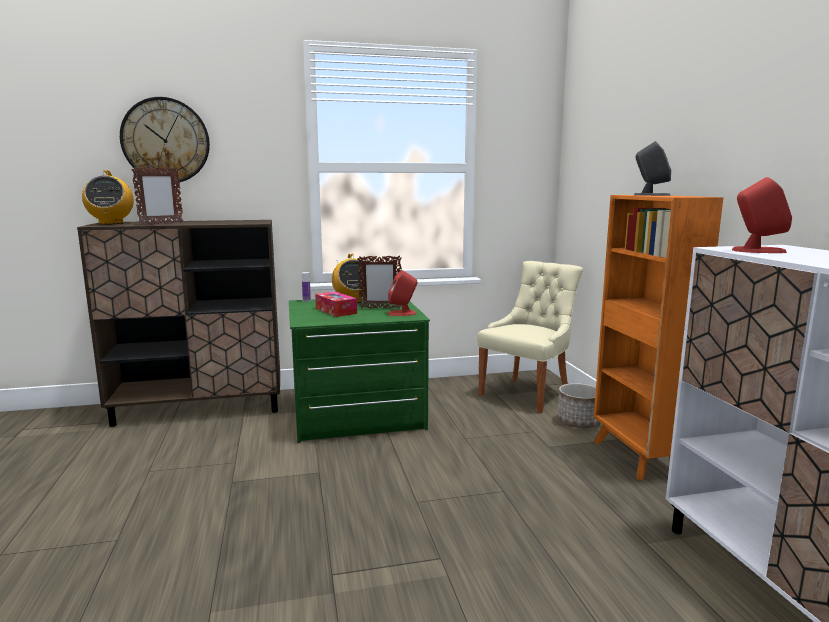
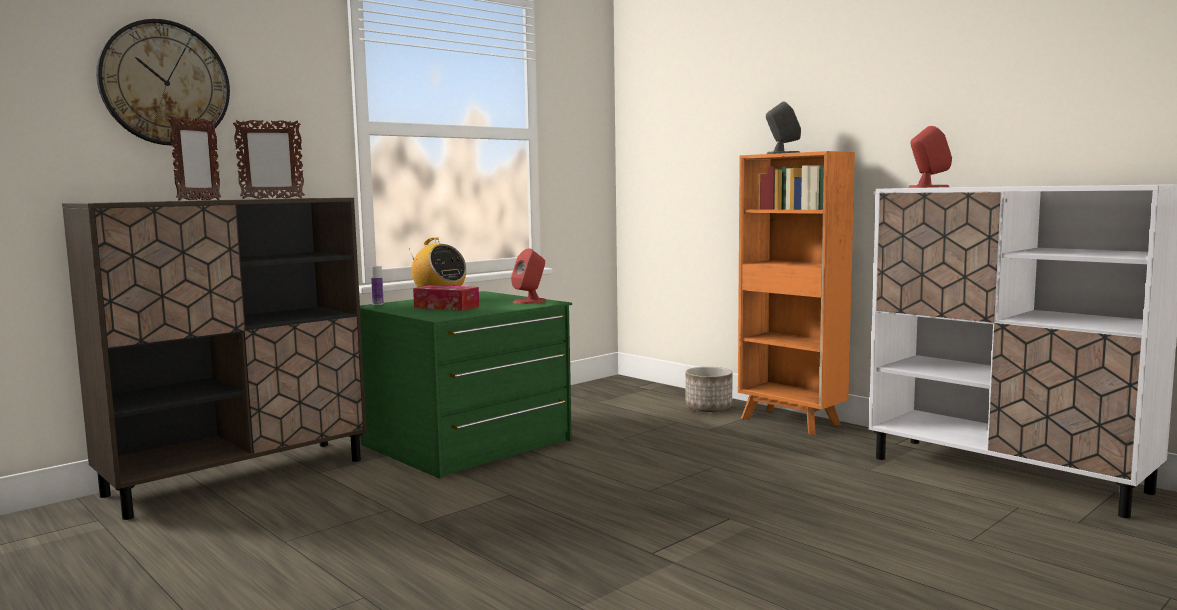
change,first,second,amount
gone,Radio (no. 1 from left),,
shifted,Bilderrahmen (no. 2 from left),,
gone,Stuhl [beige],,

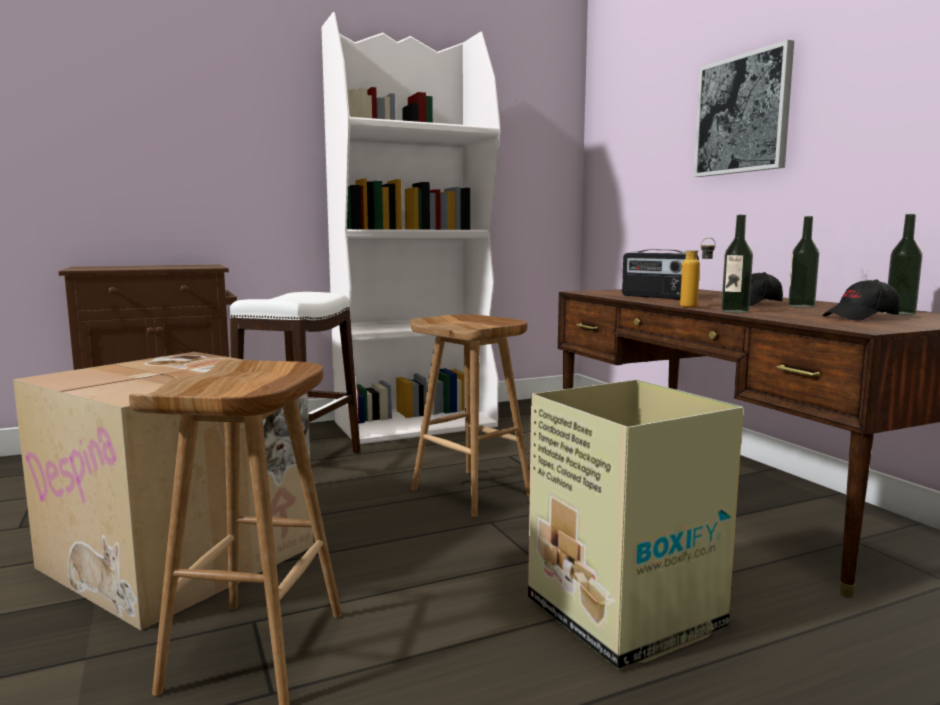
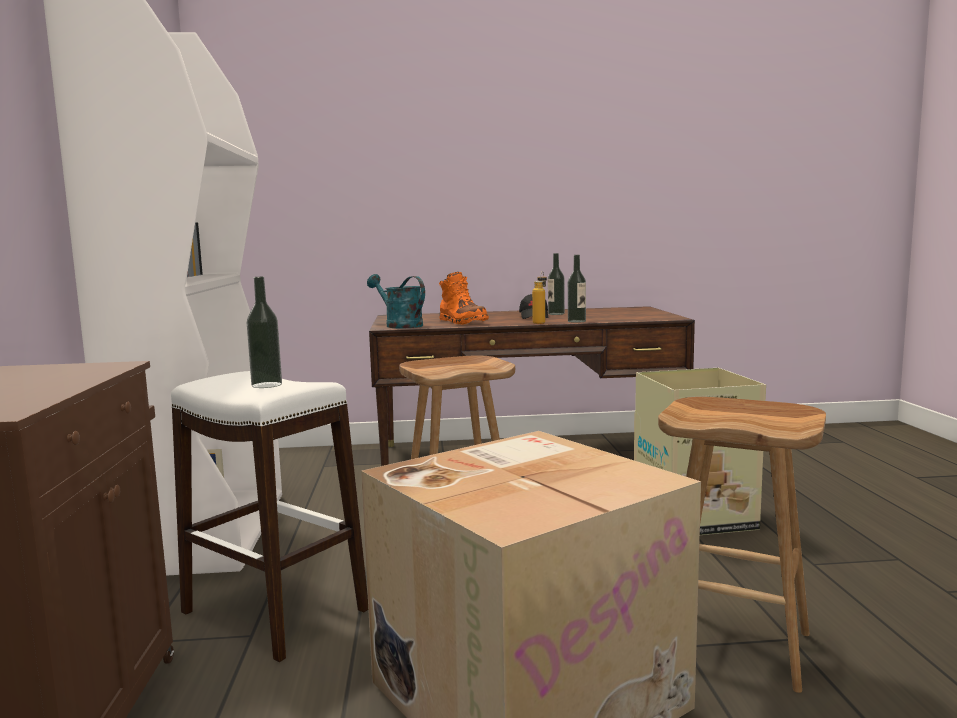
change,first,second,amount
swapped,Radio,Stiefel [orange],
gone,Bild,,
gone,Kappe [schwarz] (no. 2 from left),,
shifted,Flasche (no. 4 from left in the first image),Flasche (no. 1 from left),
new,,Gießkanne [türkis],

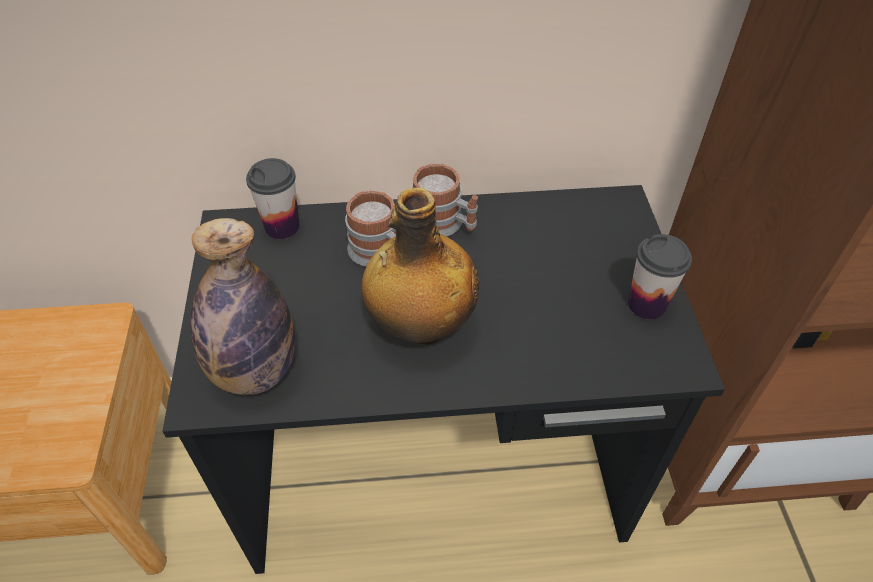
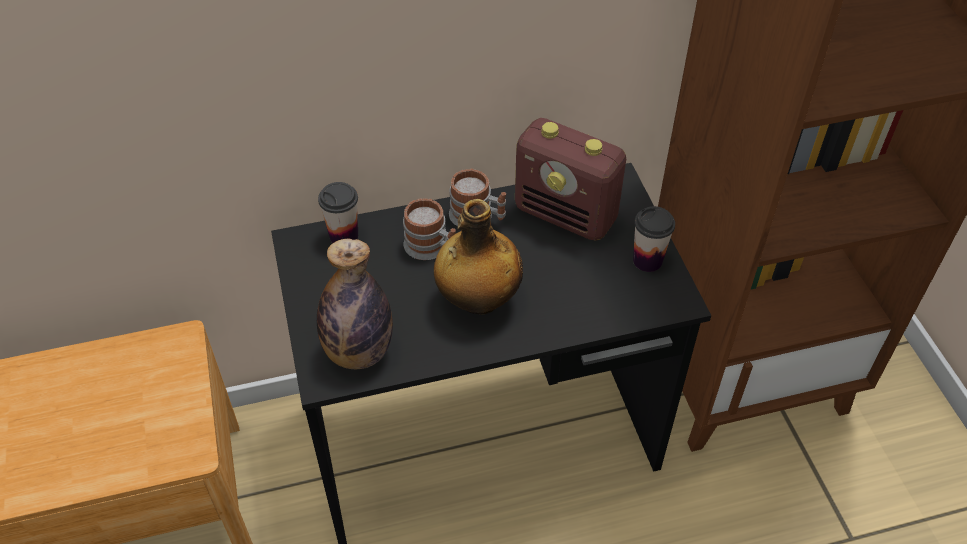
change,first,second,amount
new,,Radio,

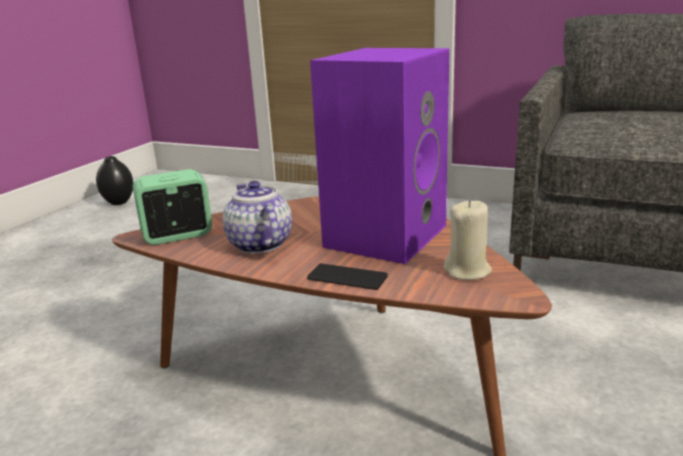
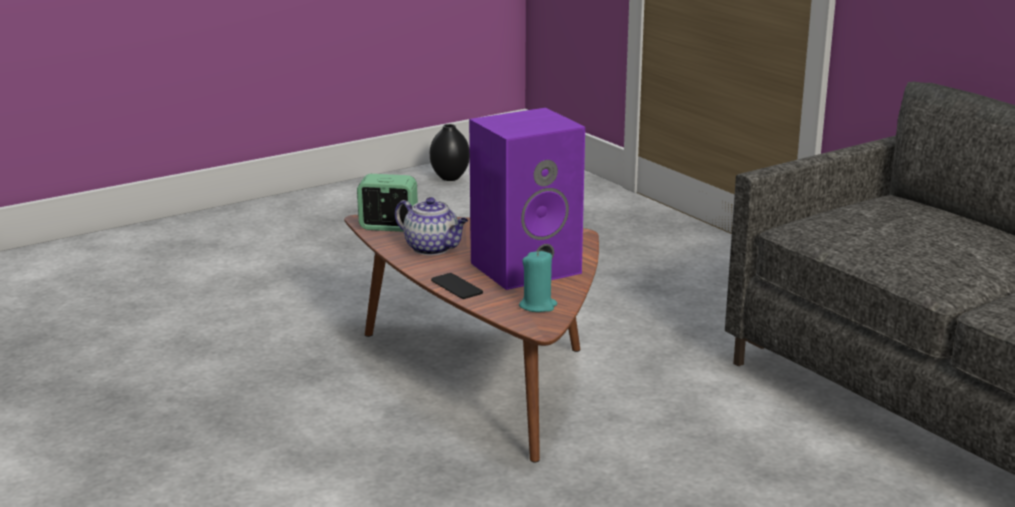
change,first,second,amount
rotated,Teekanne,,120 degrees clockwise
repainted,Kerze [beige],Kerze [türkis],

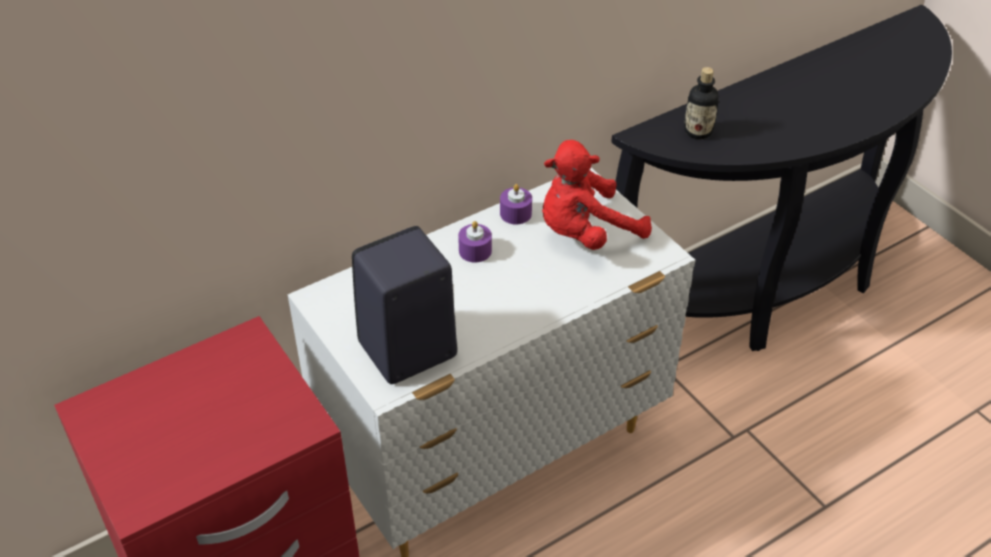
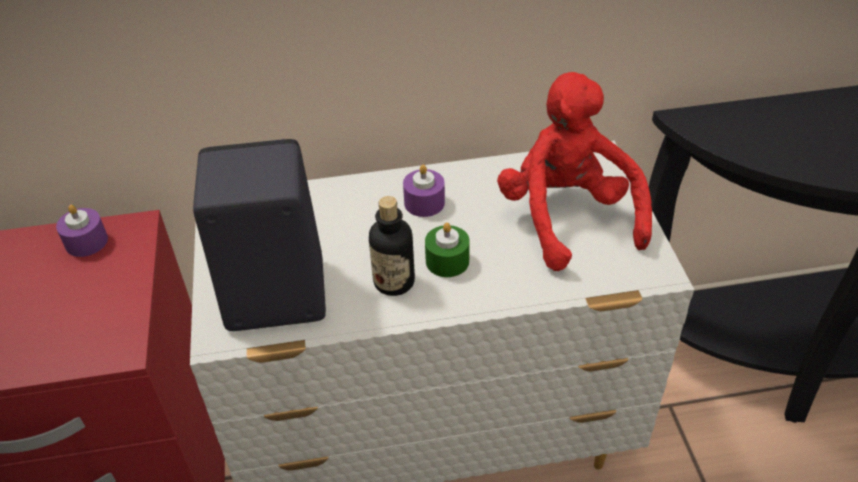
change,first,second,amount
shifted,Kerze [lila] (no. 2 from left in the first image),Kerze [lila] (no. 1 from left),
rotated,Plüschtier [rot],,75 degrees clockwise
shifted,Flasche,,
new,,Kerze [grün],

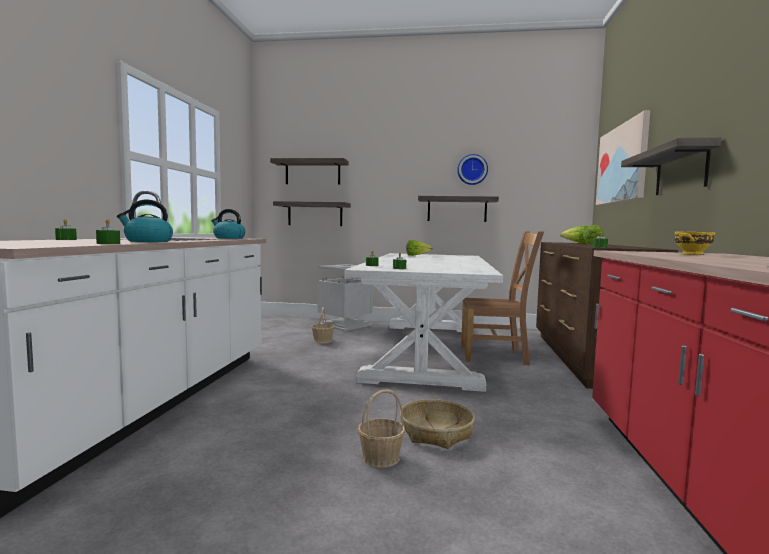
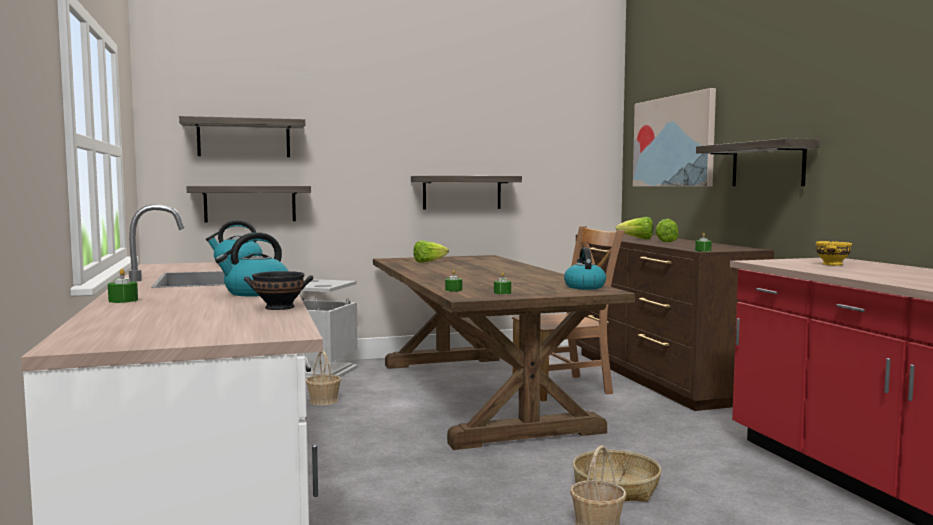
change,first,second,amount
swapped,Kerze [grün] (no. 2 from left),Schüssel [schwarz],
repainted,Esstisch [weiß],Esstisch [braun],
gone,Wanduhr,,
new,,Wasserkessel (no. 3 from left),

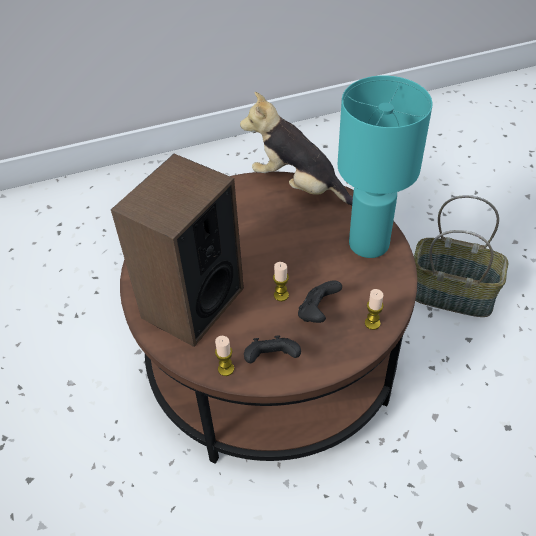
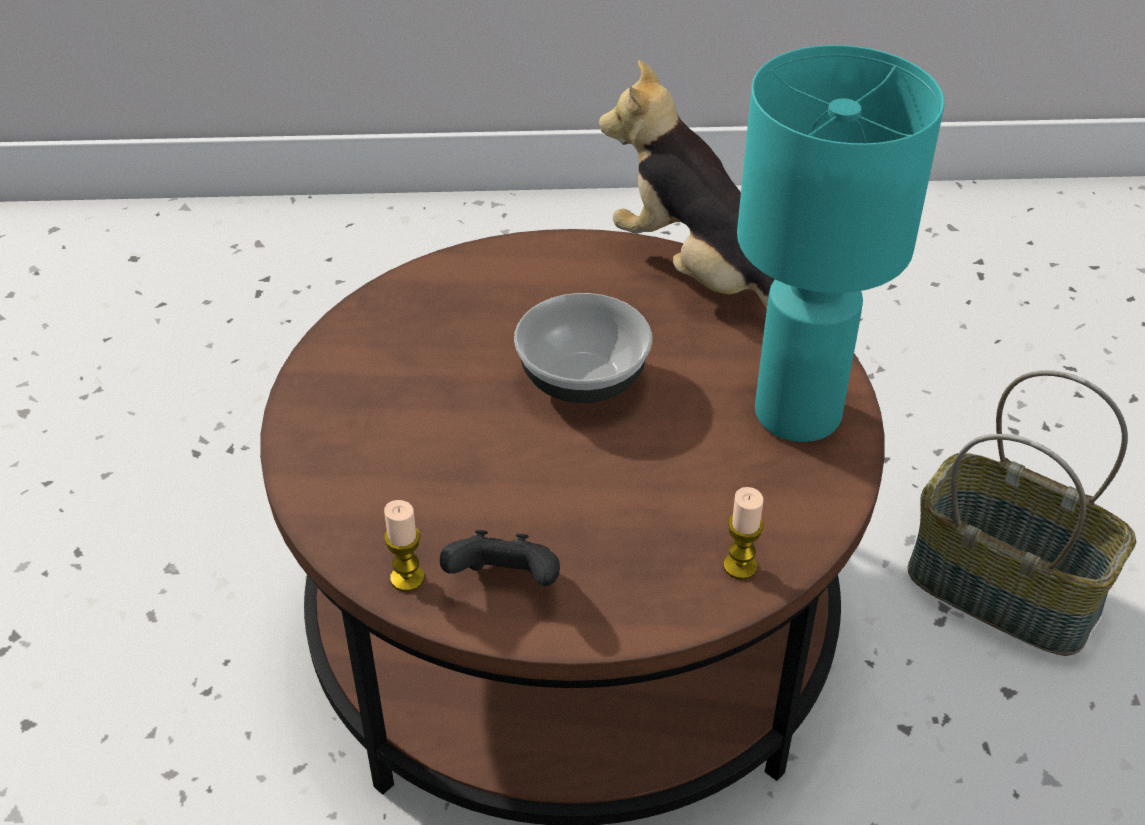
change,first,second,amount
gone,Lautsprecher,,
gone,Kerze (no. 2 from left),,
gone,Gamepad [schwarz] (no. 2 from left),,
new,,Schüssel,

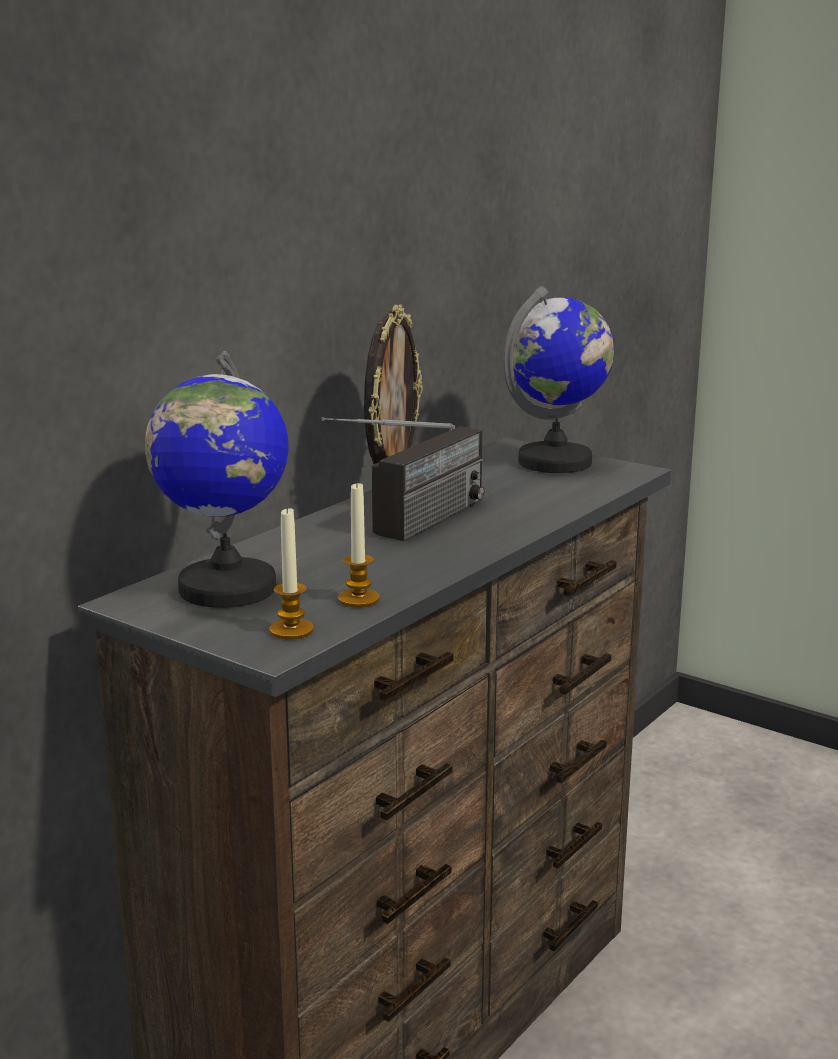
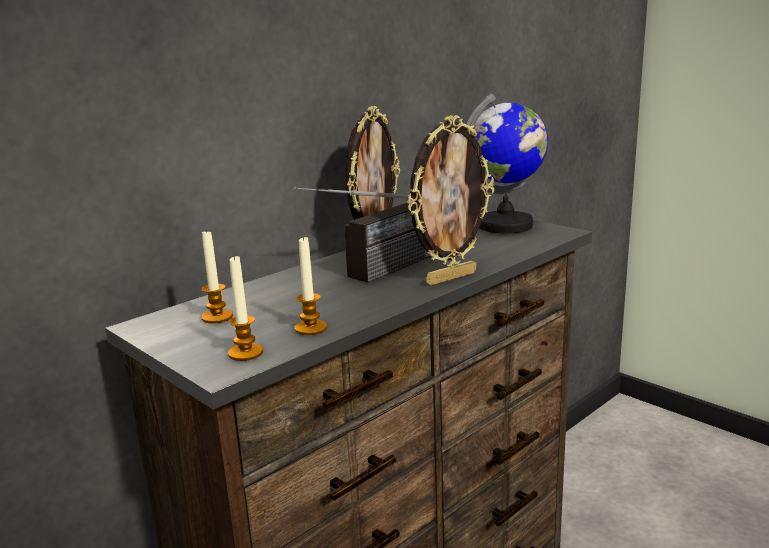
change,first,second,amount
swapped,Globus (no. 1 from left),Kerze (no. 1 from left),
new,,Bilderrahmen (no. 2 from left),

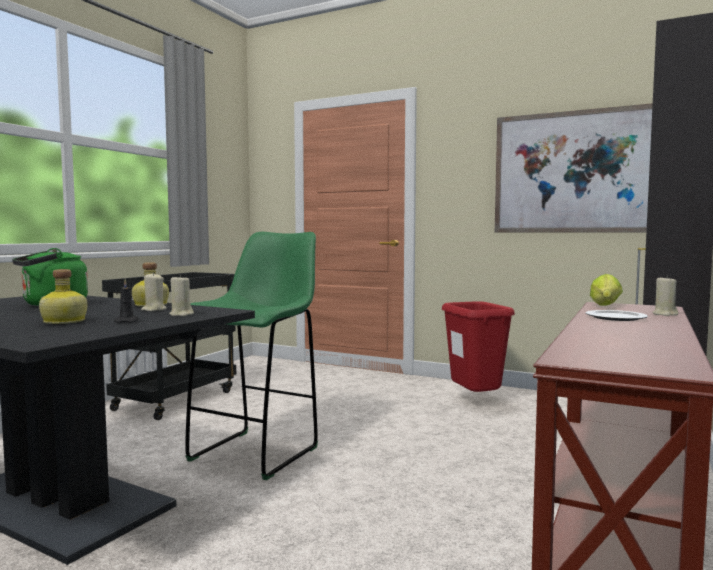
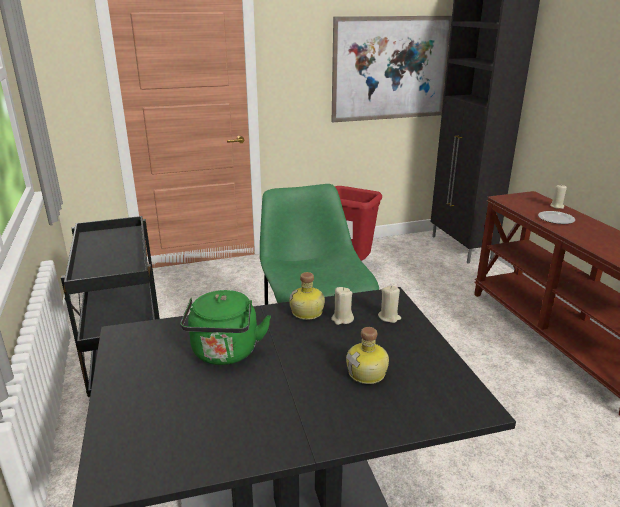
change,first,second,amount
gone,Kerze [schwarz],,
gone,Salatkopf,,

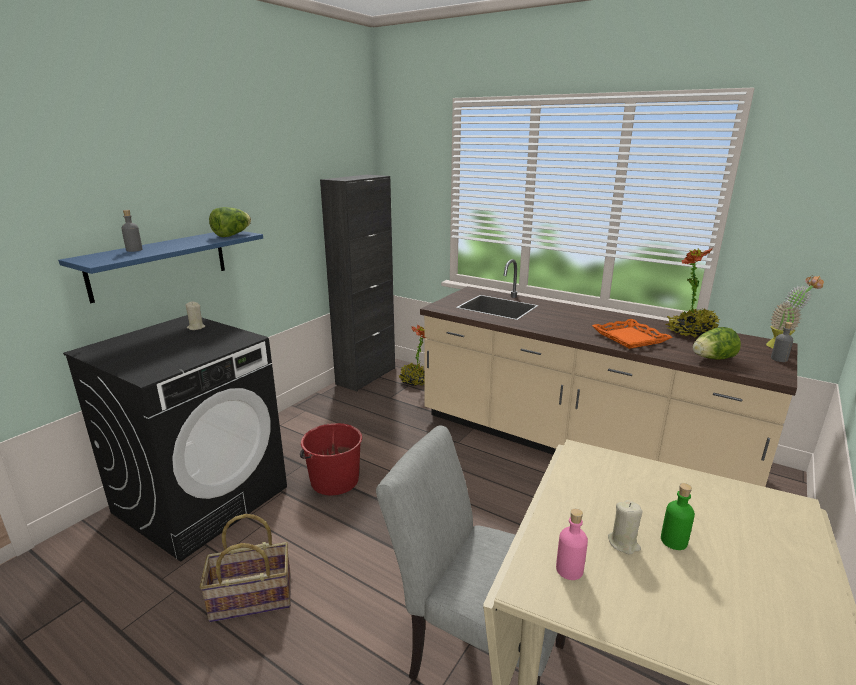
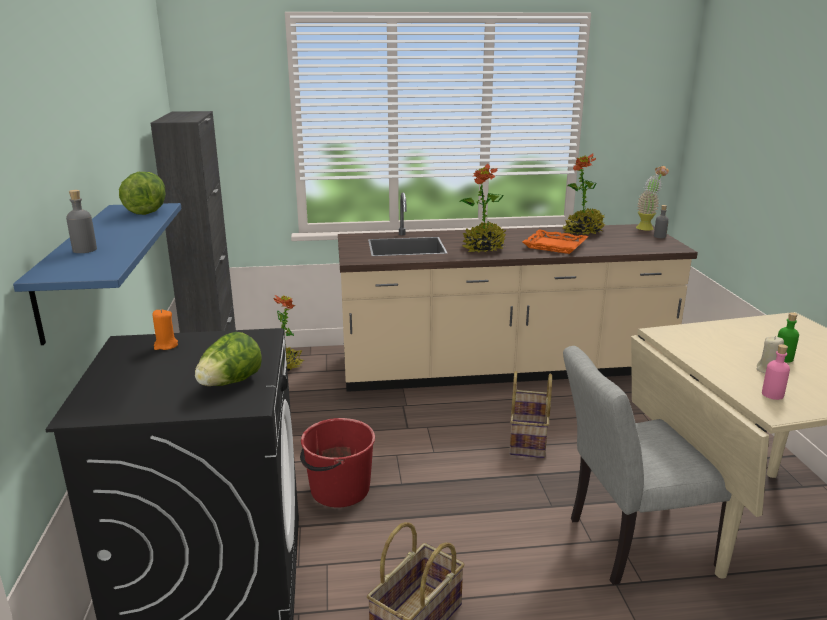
change,first,second,amount
repainted,Kerze [beige] (no. 1 from left),Kerze [orange],
shifted,Salatkopf (no. 2 from left),,
new,,Topfpflanze (no. 2 from left),
new,,Korb (no. 2 from left),

